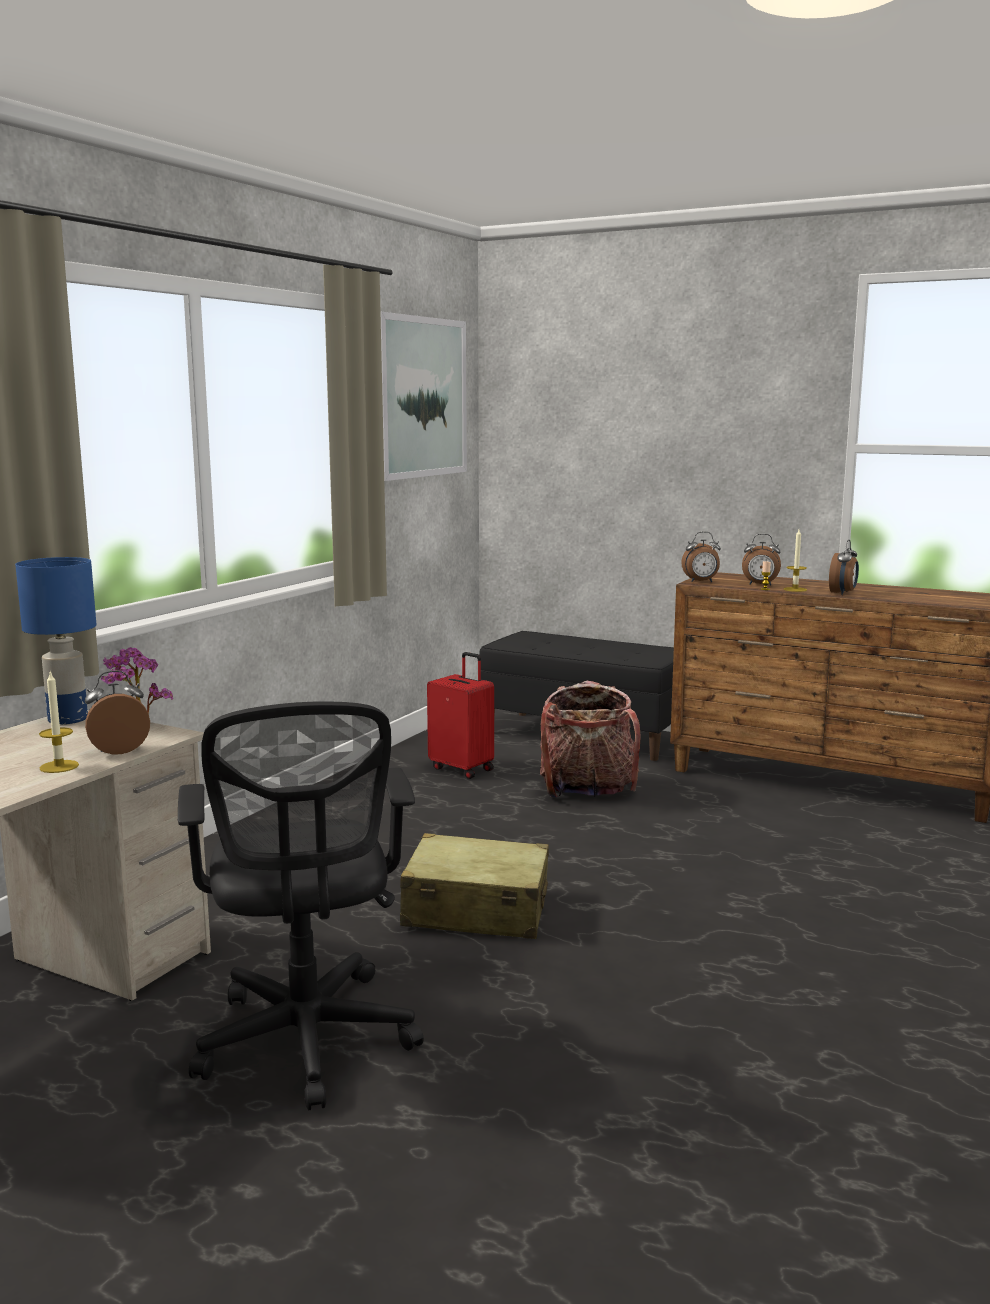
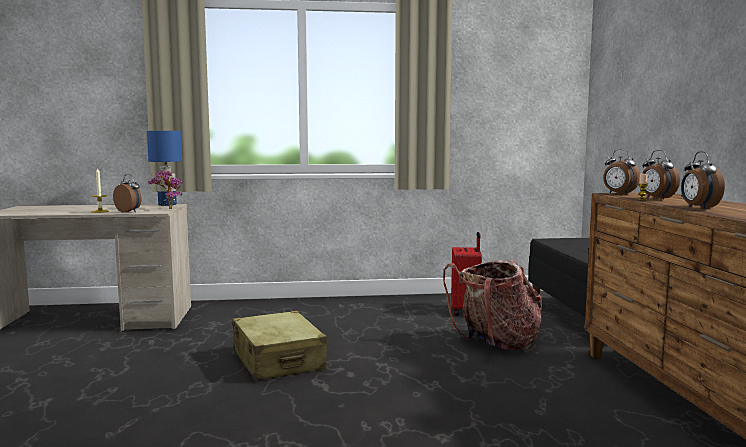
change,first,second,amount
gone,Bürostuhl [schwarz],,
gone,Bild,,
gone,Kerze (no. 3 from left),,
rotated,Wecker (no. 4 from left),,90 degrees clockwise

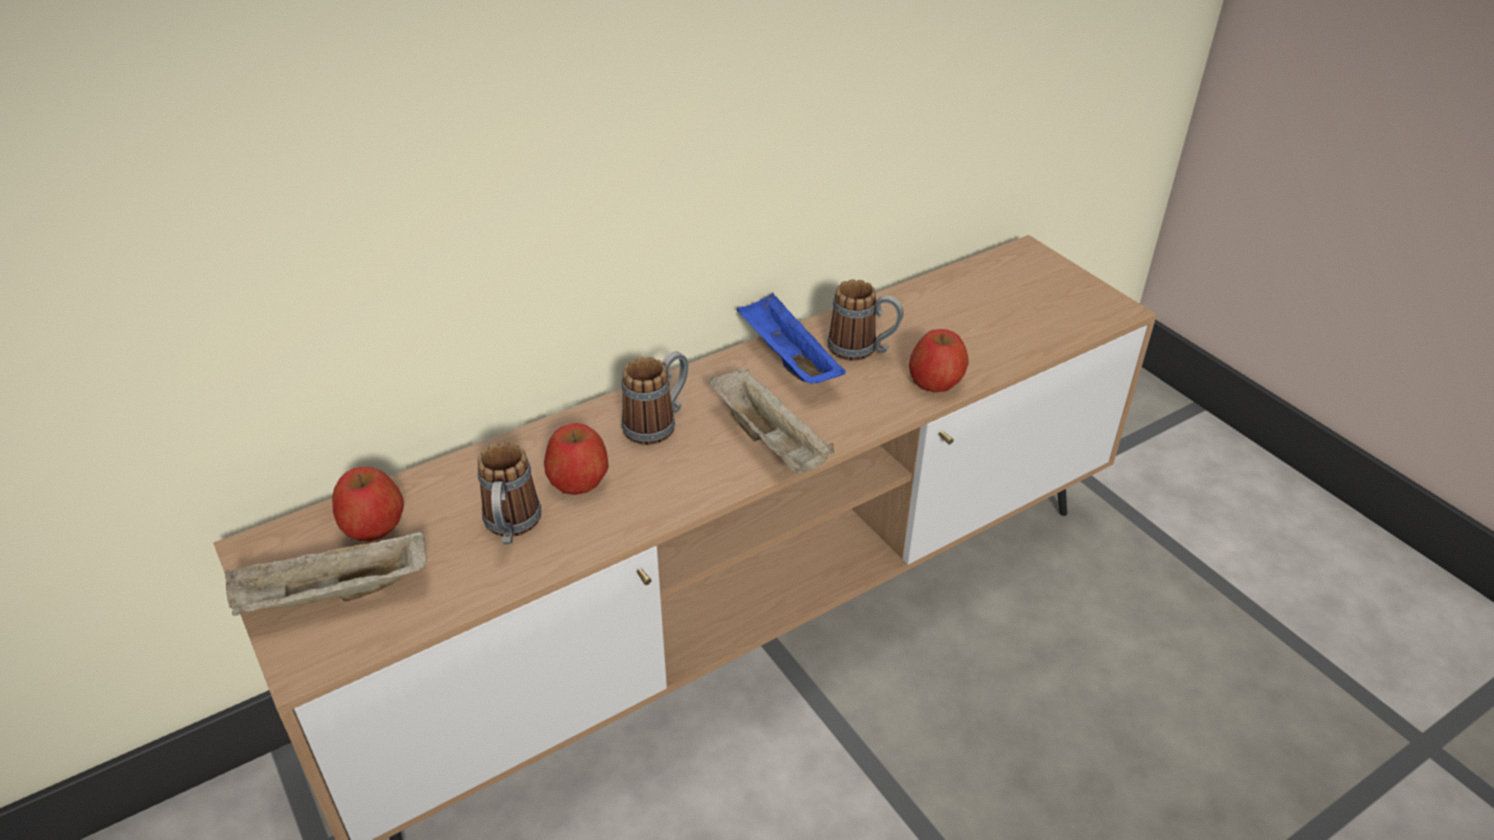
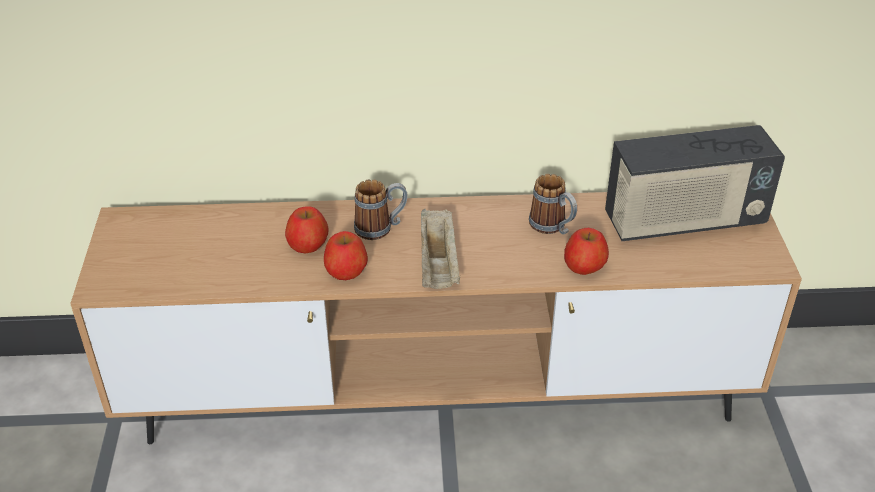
change,first,second,amount
gone,Tablett [beige] (no. 1 from left),,
shifted,Apfel (no. 1 from left in the first image),Apfel (no. 2 from left),
gone,Henkelbecher (no. 1 from left),,
gone,Tablett [blau],,
new,,Radio,

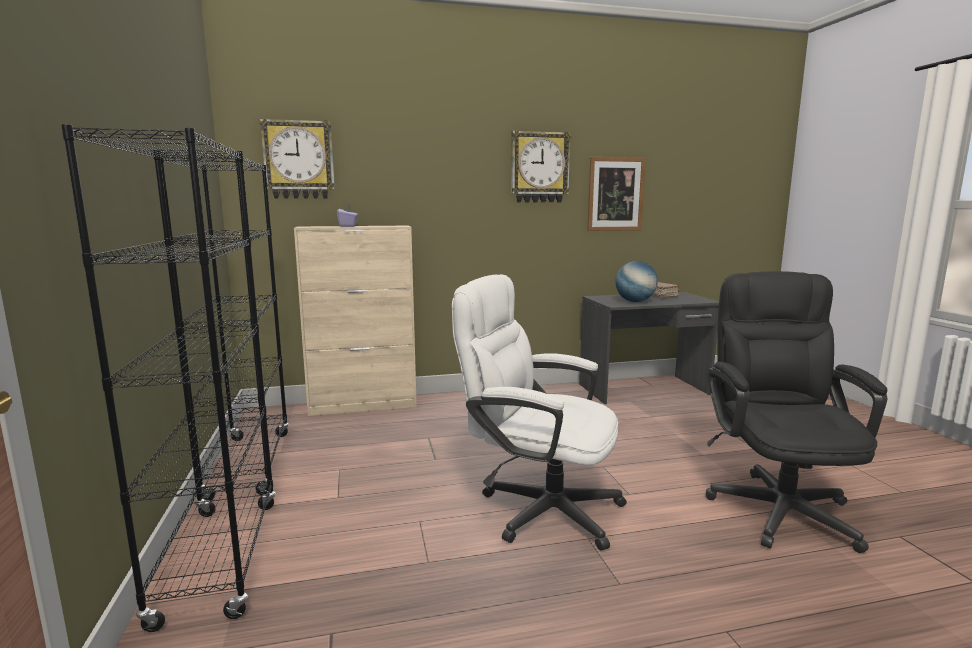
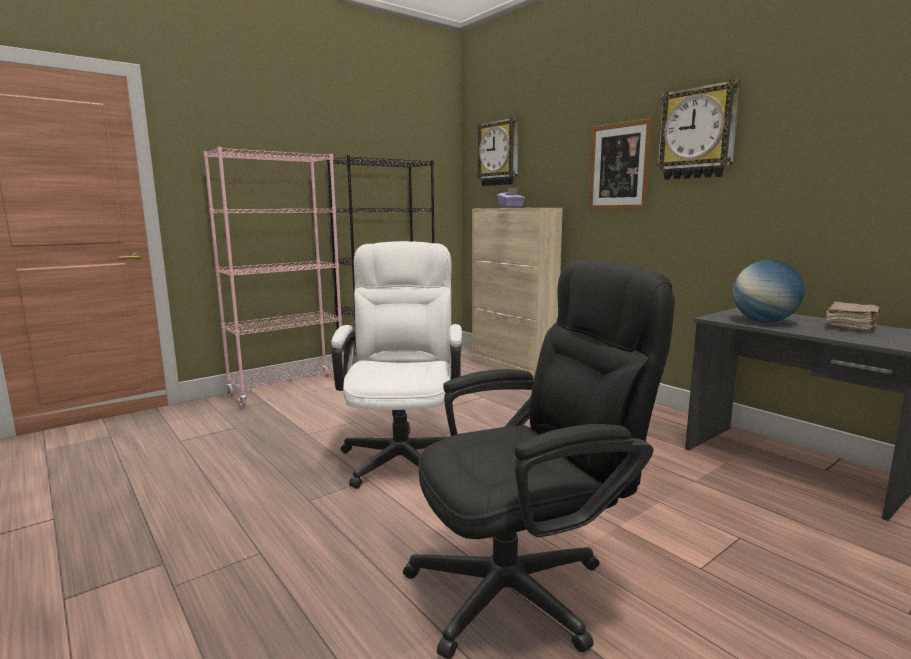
change,first,second,amount
repainted,Bücherregal [schwarz] (no. 1 from left),Bücherregal [rosa],
shifted,Bild,,

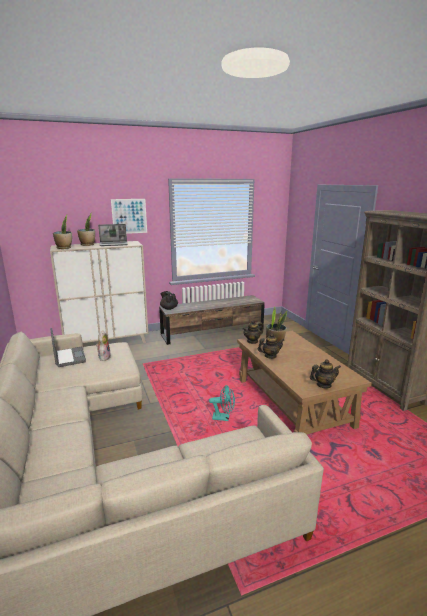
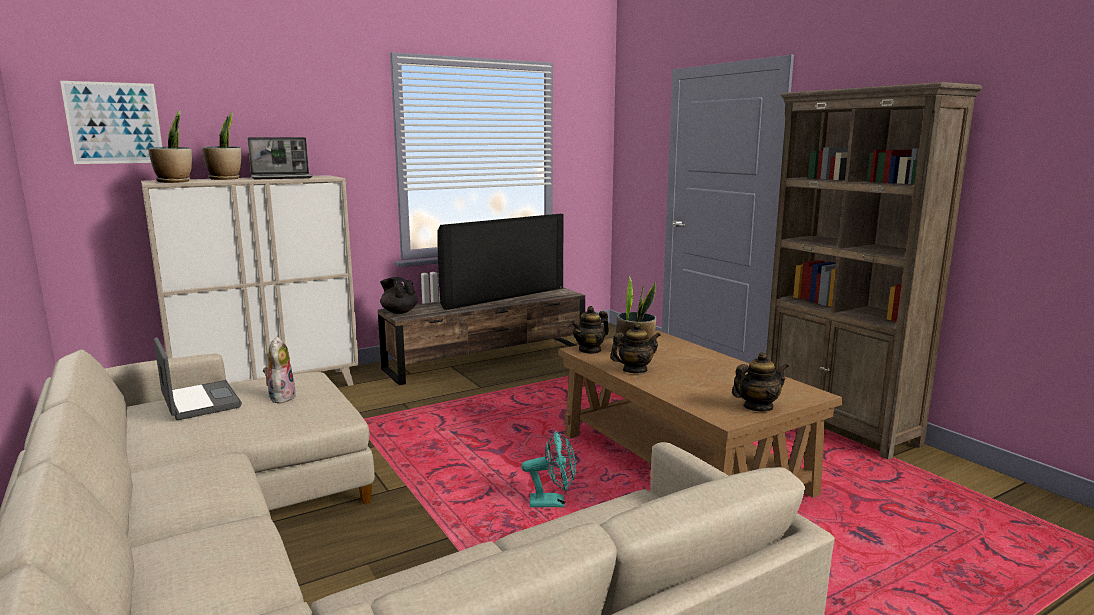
change,first,second,amount
shifted,Bild,,
new,,Fernseher,

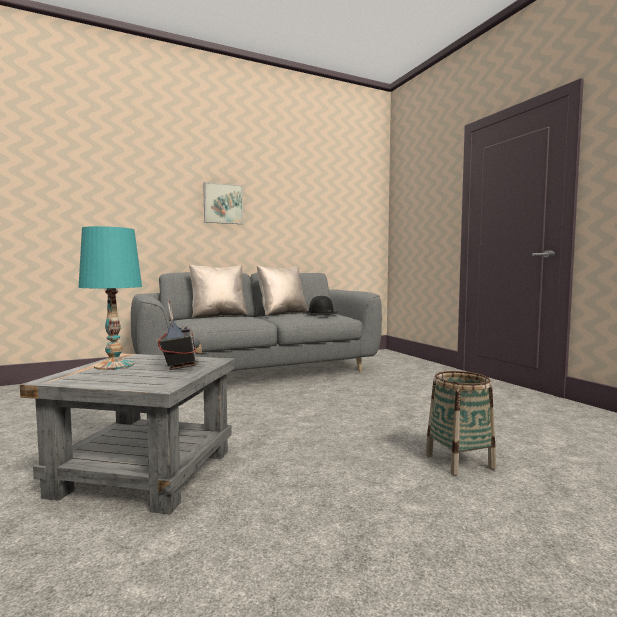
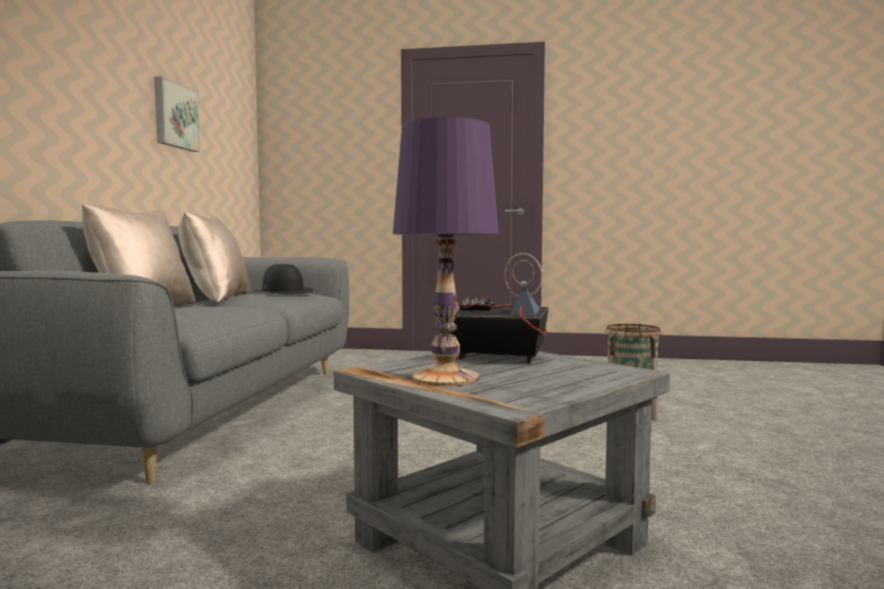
change,first,second,amount
repainted,Tischlampe [türkis],Tischlampe [lila],
shifted,Bild,,

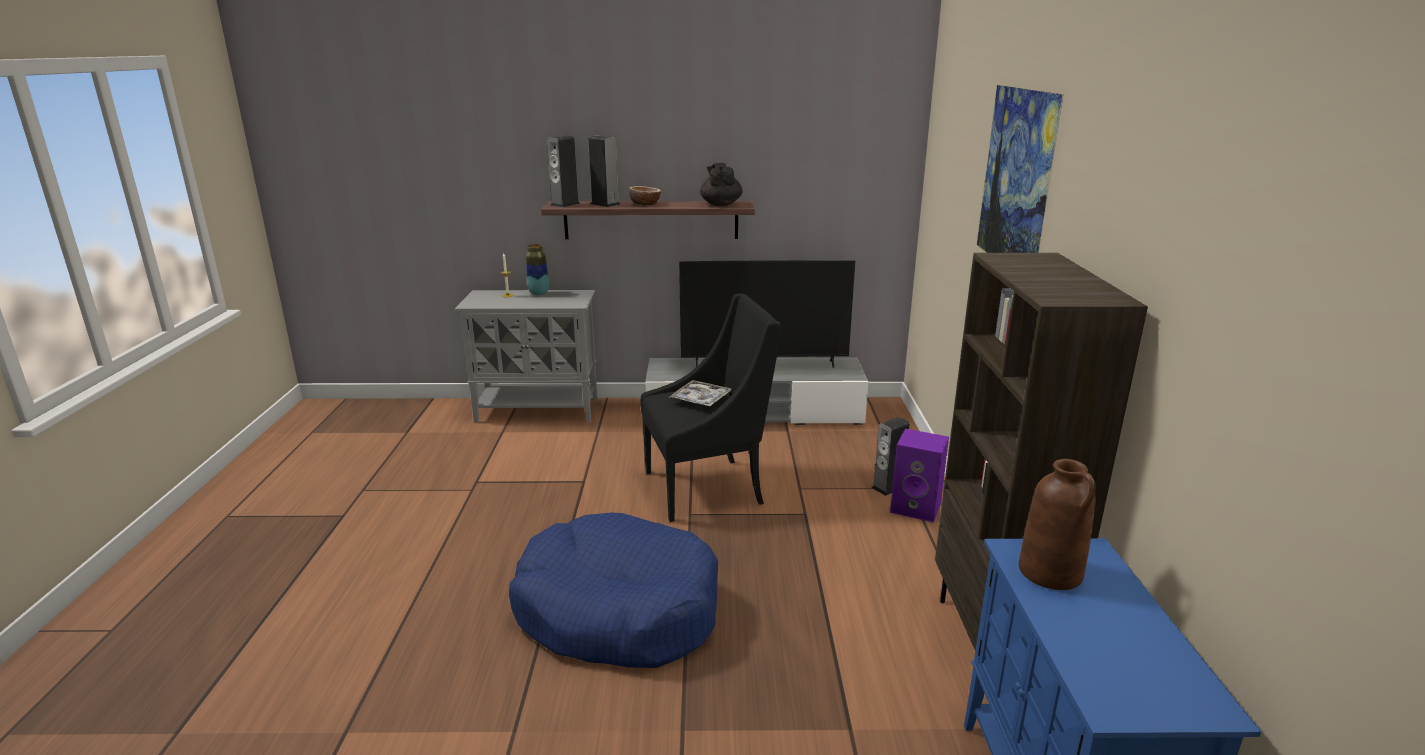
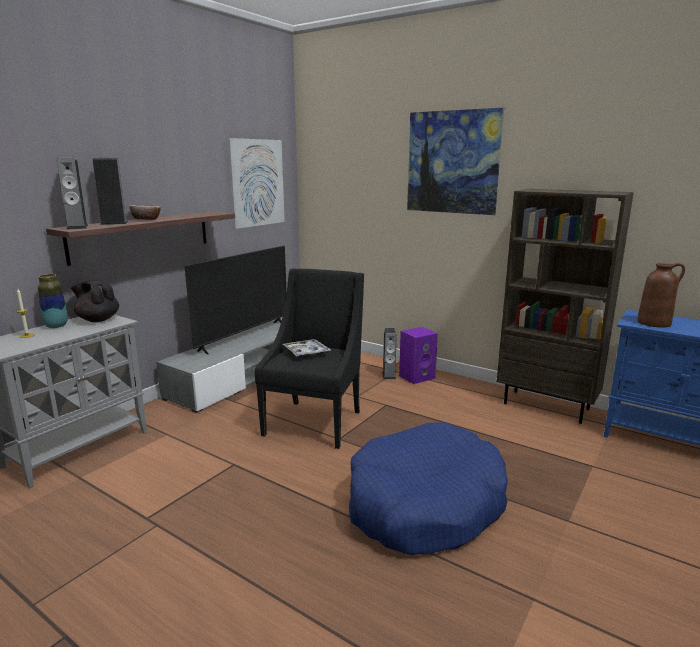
change,first,second,amount
shifted,Teekanne [schwarz],,
new,,Bild (no. 1 from left),

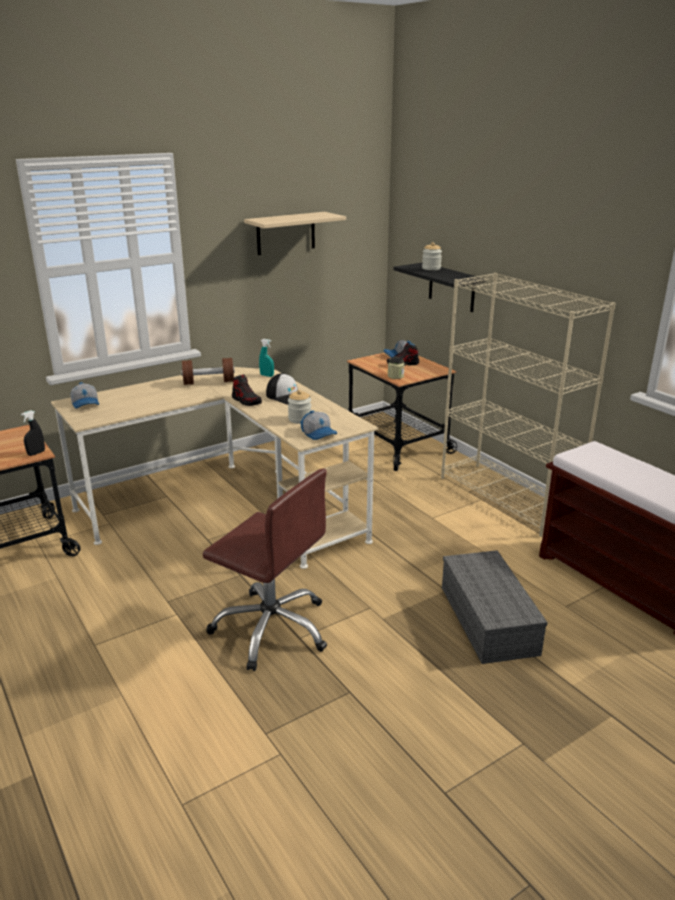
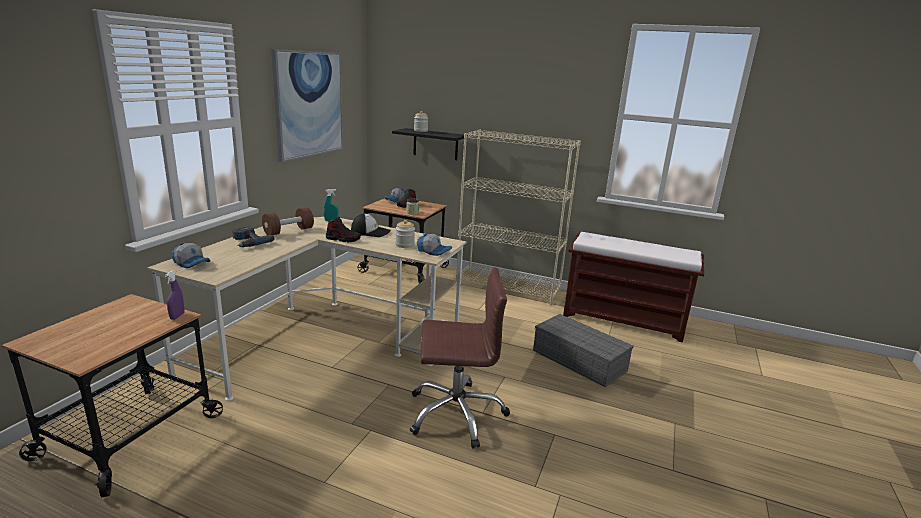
change,first,second,amount
repainted,Sprühflasche [schwarz],Sprühflasche [lila],
swapped,Wandregal [beige],Bild,
new,,Bohrmaschine,

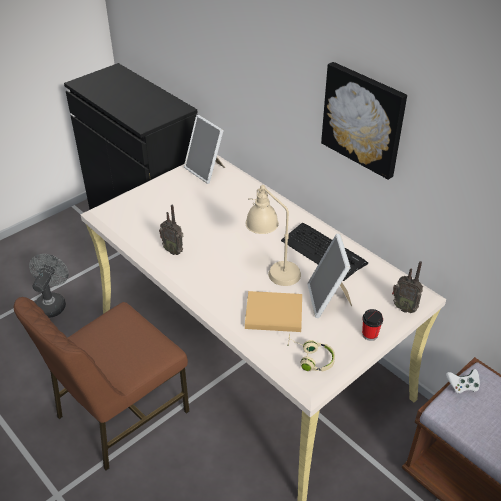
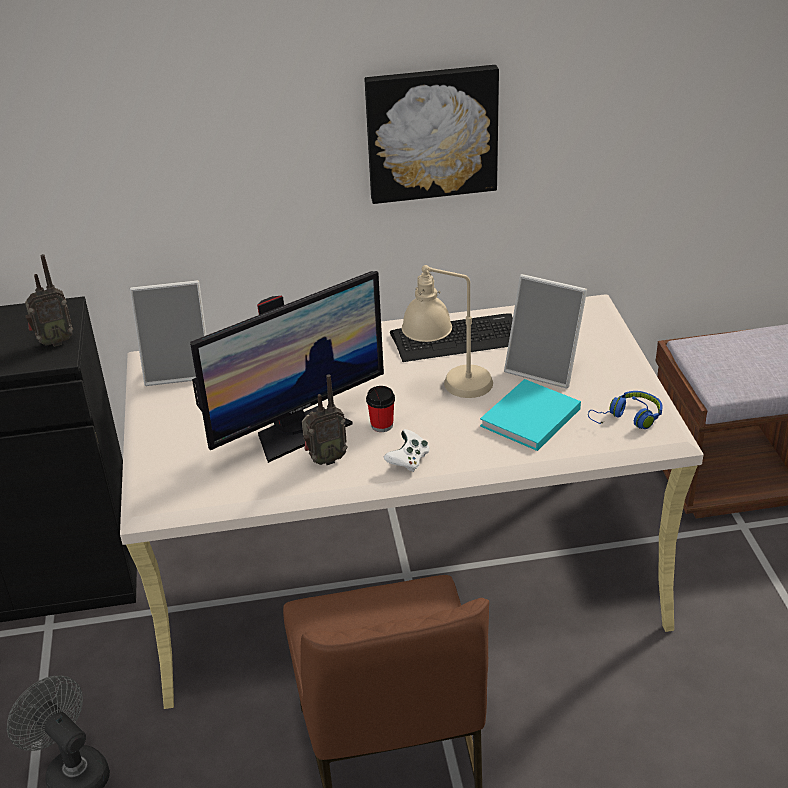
change,first,second,amount
repainted,Buch [beige],Buch [türkis],
repainted,Kopfhörer [beige],Kopfhörer [blau],
shifted,Tasse,,
shifted,Radio (no. 2 from left in the first image),Radio (no. 1 from left),
shifted,Gamepad [weiß],,
new,,Monitor,

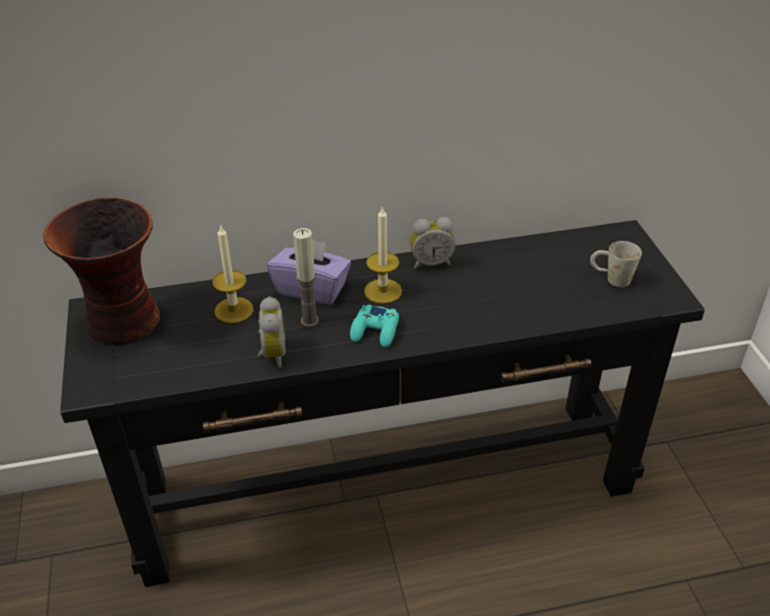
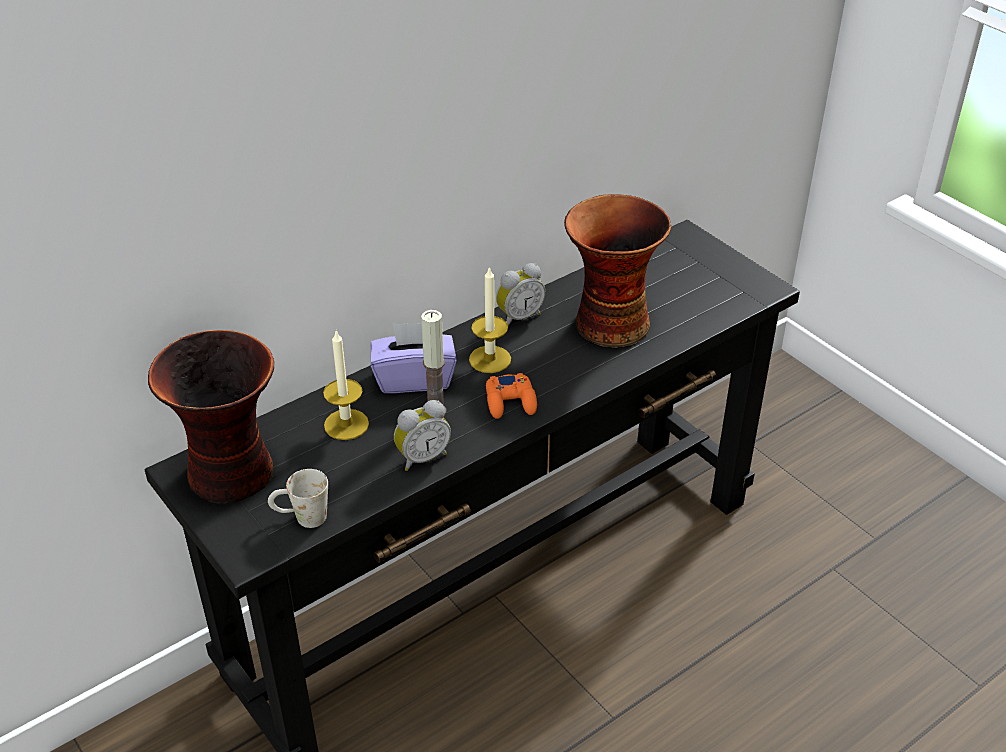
change,first,second,amount
rotated,Wecker (no. 1 from left),,90 degrees clockwise
repainted,Gamepad [türkis],Gamepad [orange],
shifted,Henkelbecher [weiß],,
new,,Vase (no. 2 from left),

